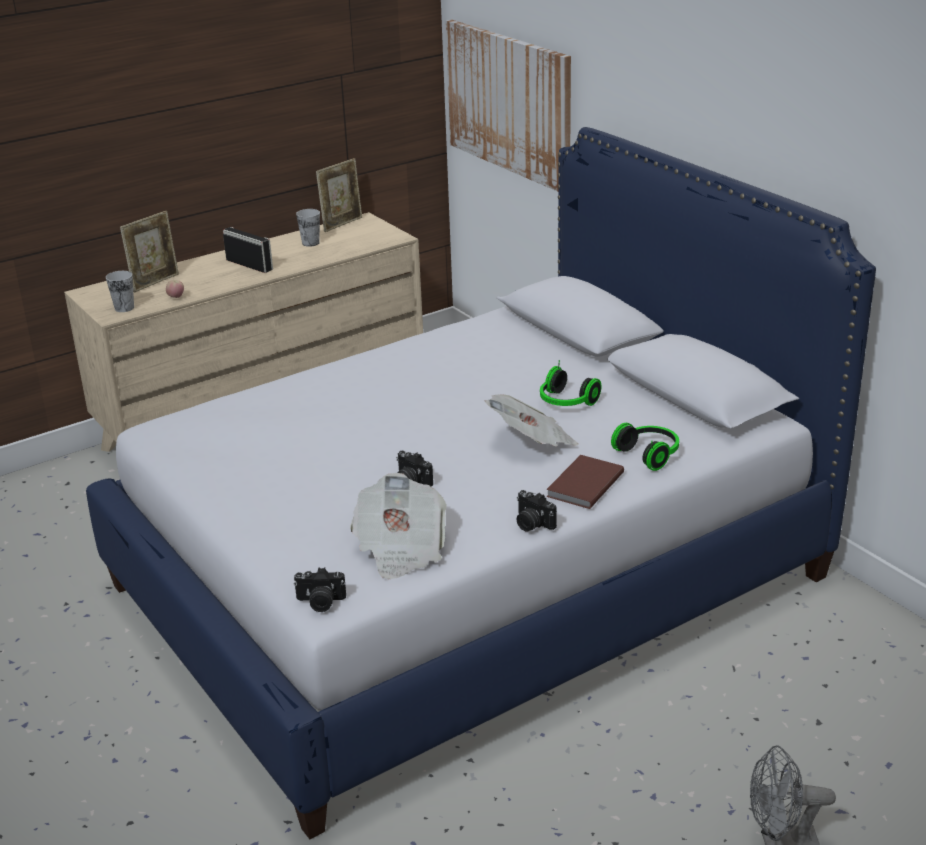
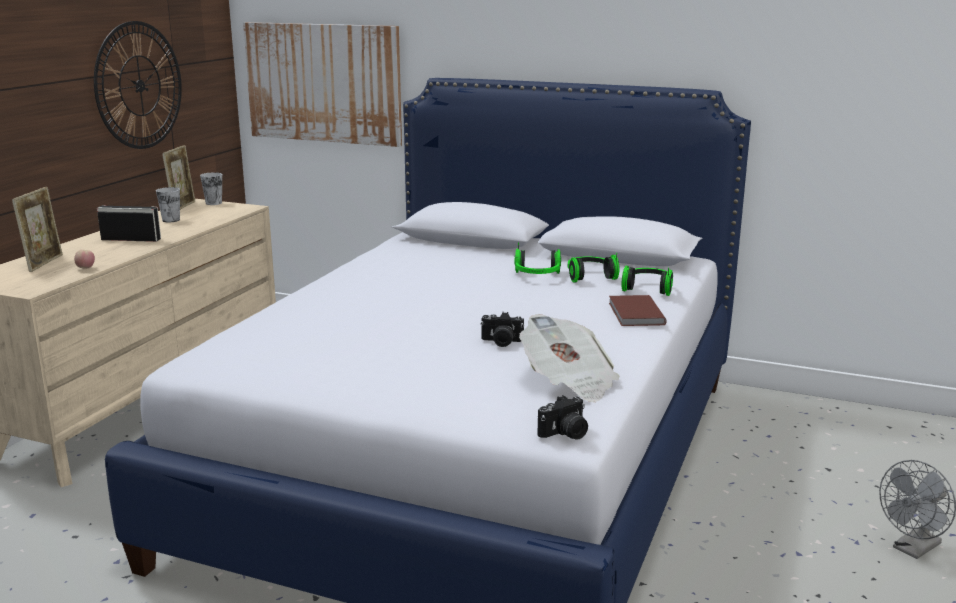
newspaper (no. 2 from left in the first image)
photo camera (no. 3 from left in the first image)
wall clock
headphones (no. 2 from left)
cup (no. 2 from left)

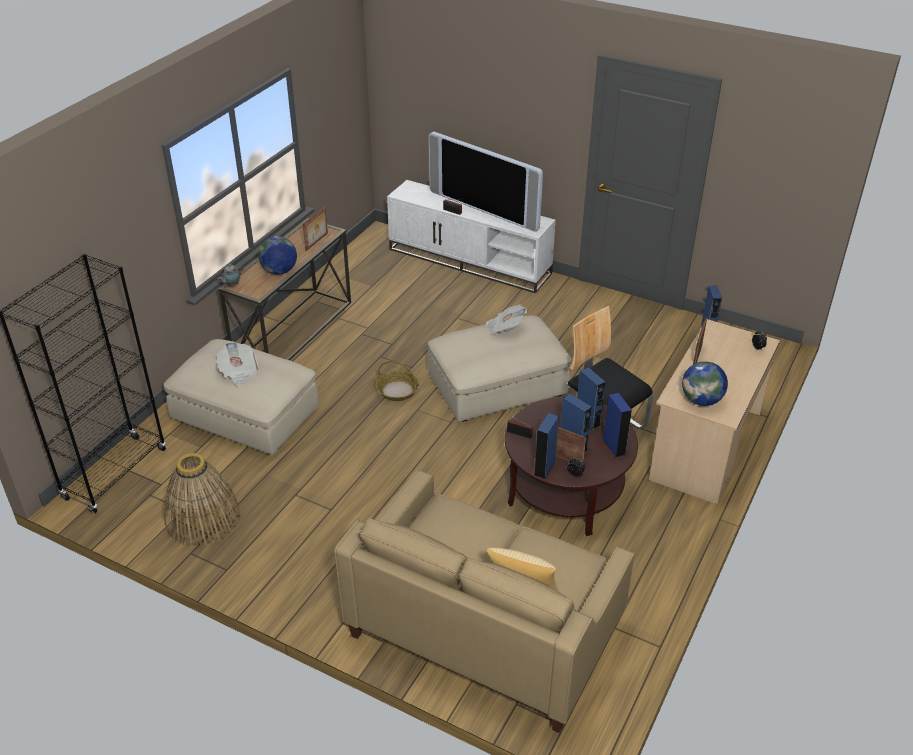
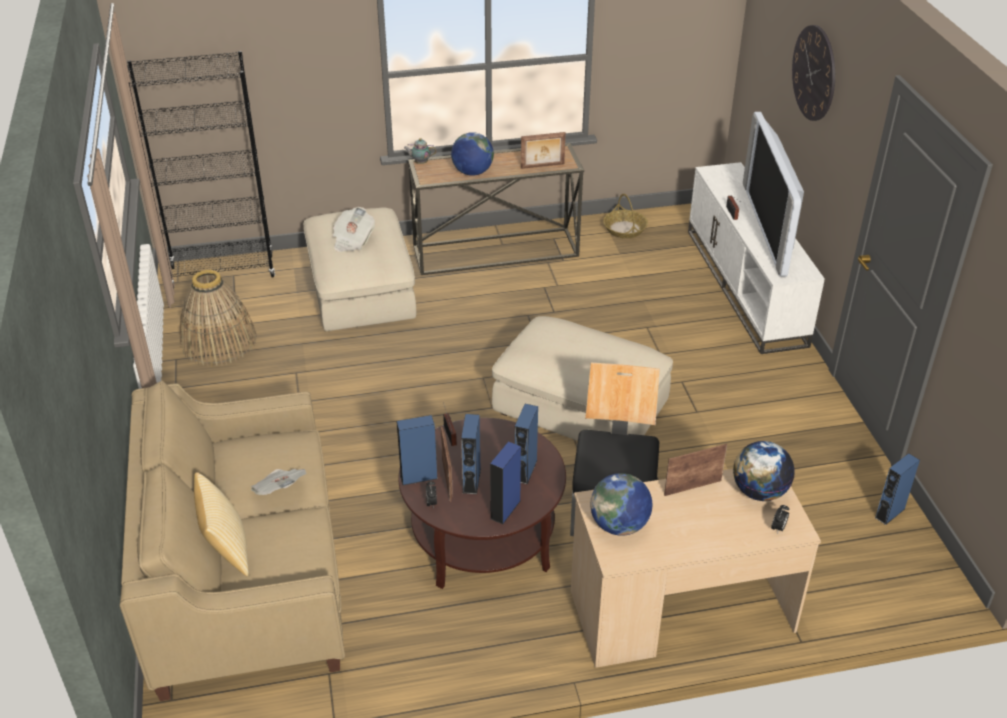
globe (no. 3 from left)
wall clock
basket (no. 2 from left)
newspaper (no. 1 from left)

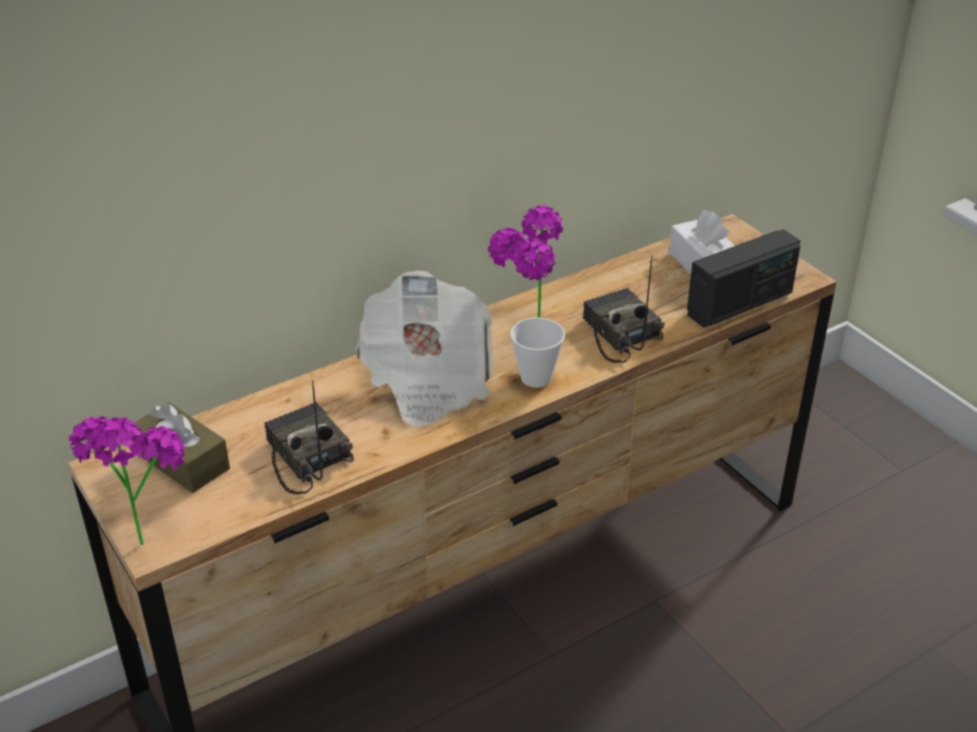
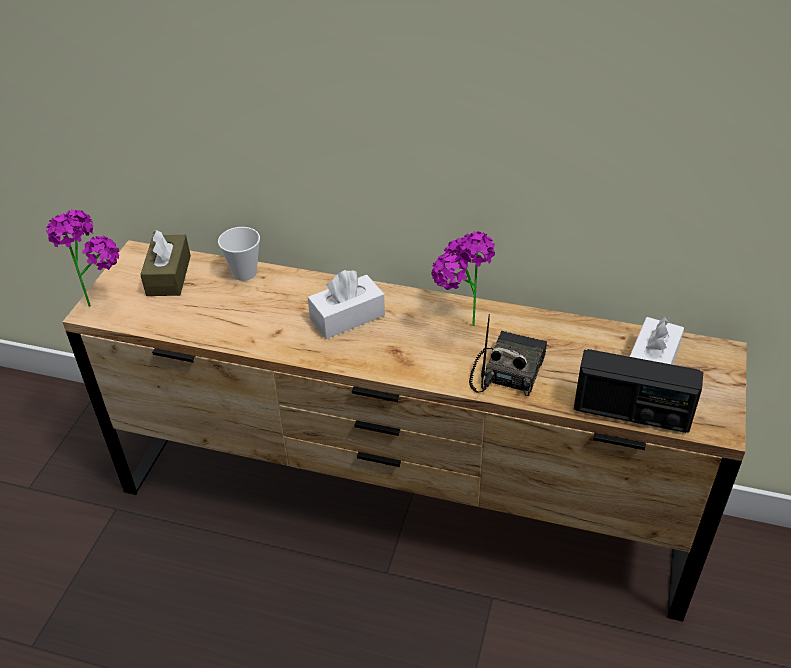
radio (no. 1 from left in the first image)
cup
tissue box/white (no. 1 from left)

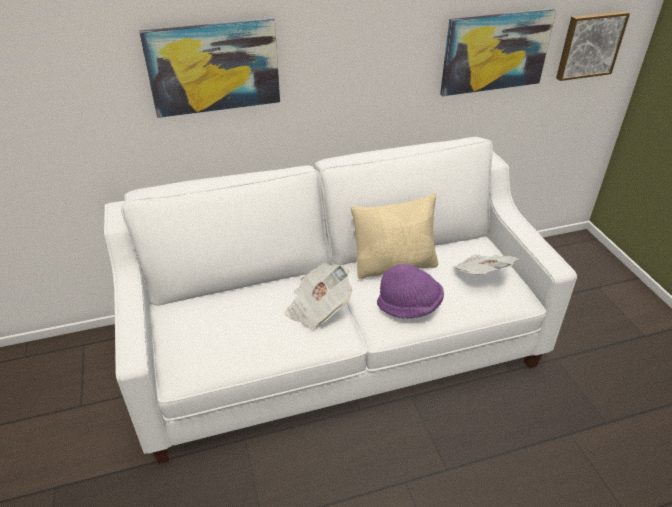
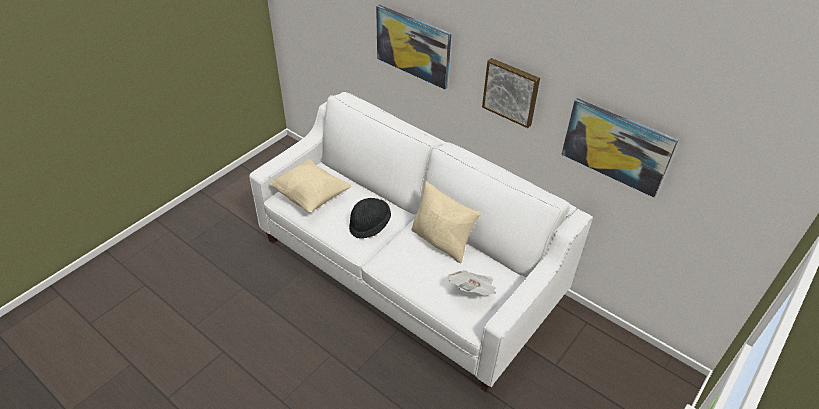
hat/purple
pillow/beige (no. 1 from left)
picture (no. 2 from left)
hat/black

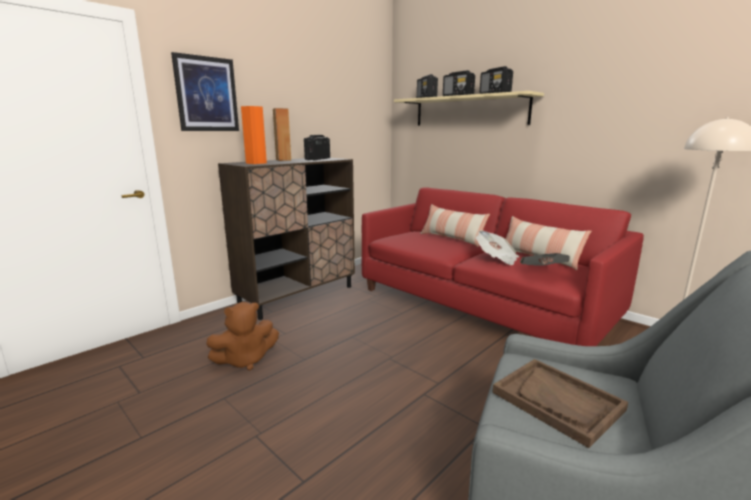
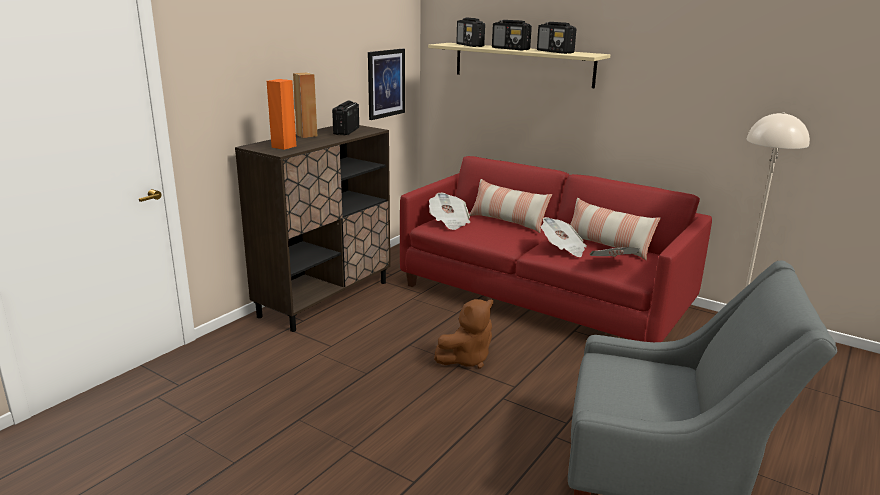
tray/brown
newspaper (no. 1 from left)
picture
plush toy/brown

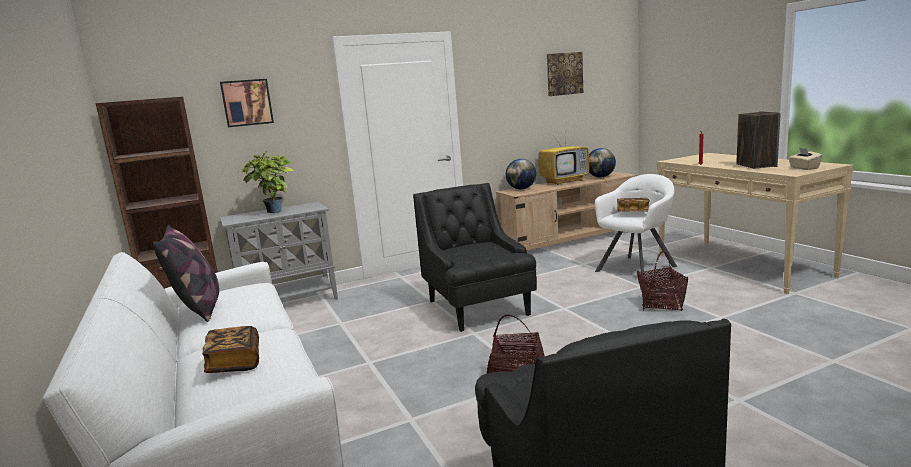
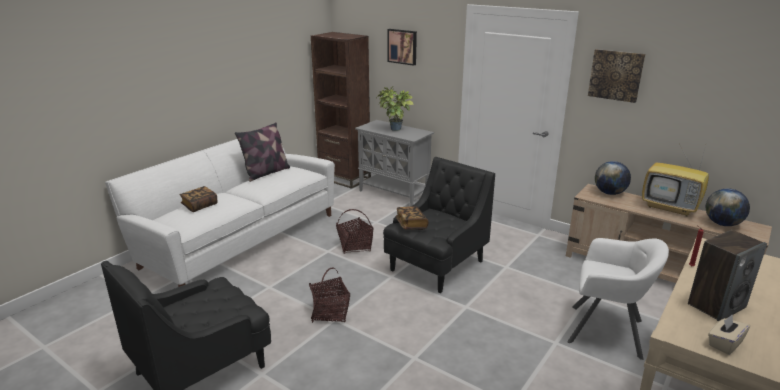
picture (no. 2 from left)
book (no. 2 from left)
basket (no. 2 from left)

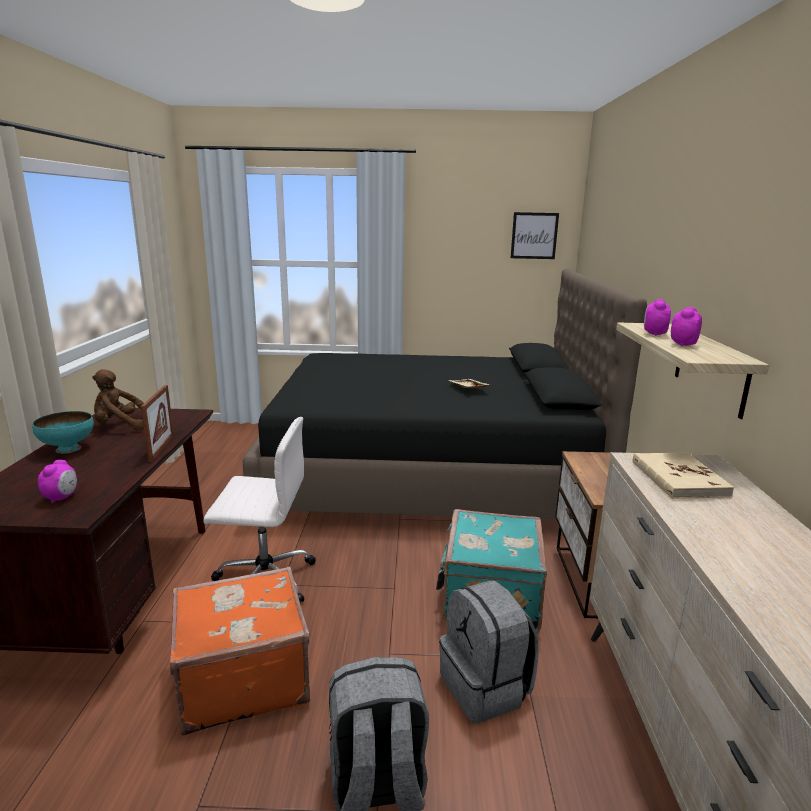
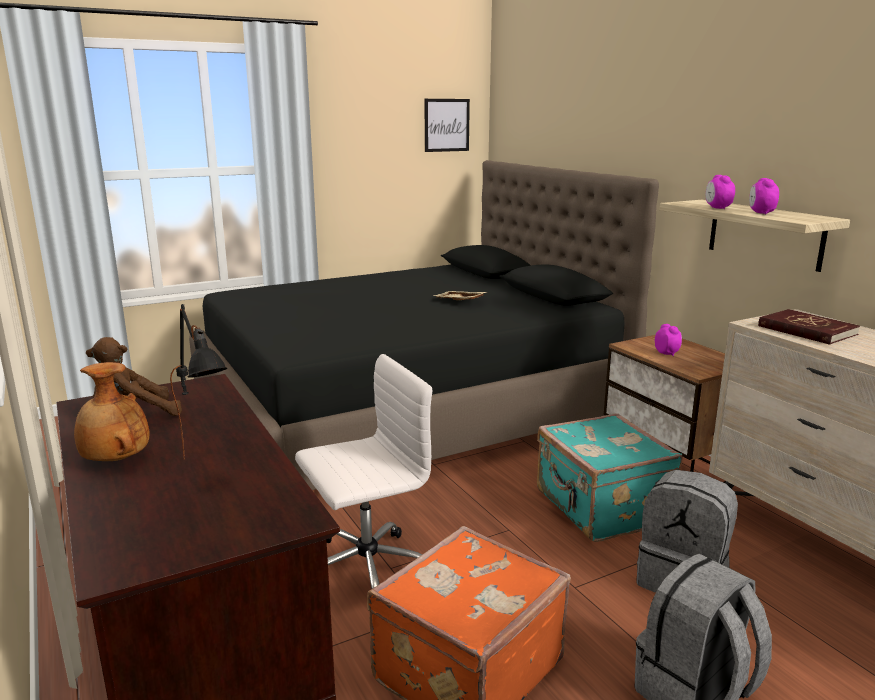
picture frame
table lamp/black
alarm clock (no. 1 from left)
vase/brown
book/red

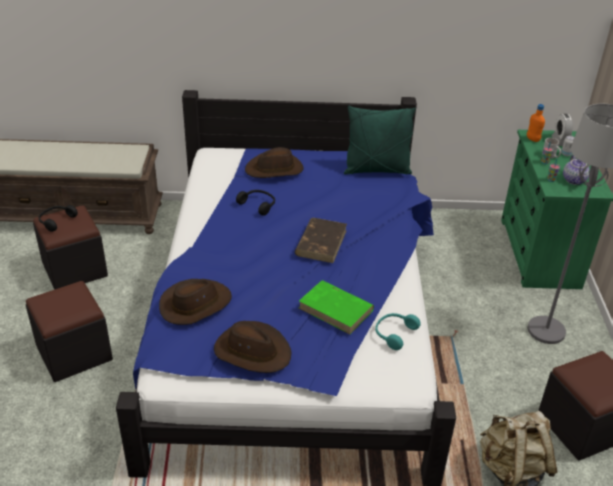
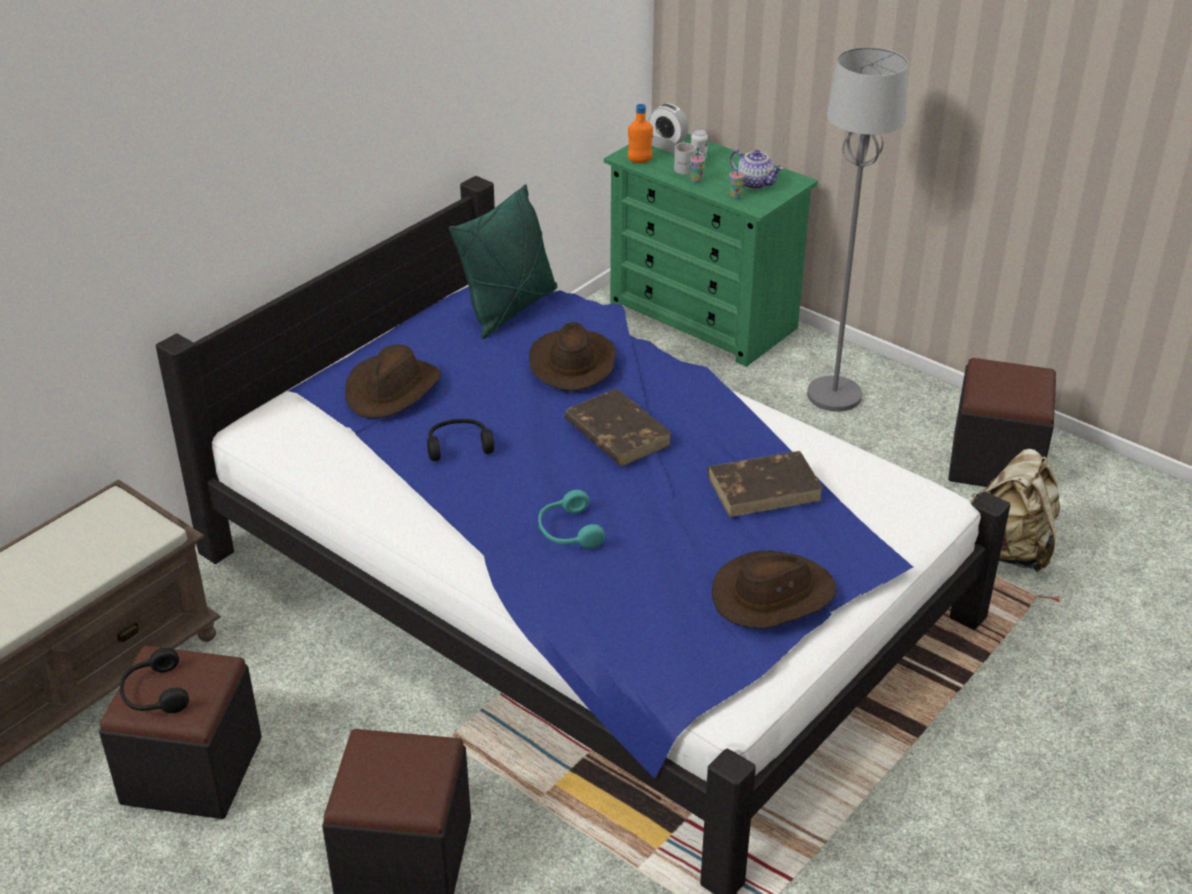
hat/brown (no. 2 from left)
headphones/turquoise
book/brown (no. 2 from left)

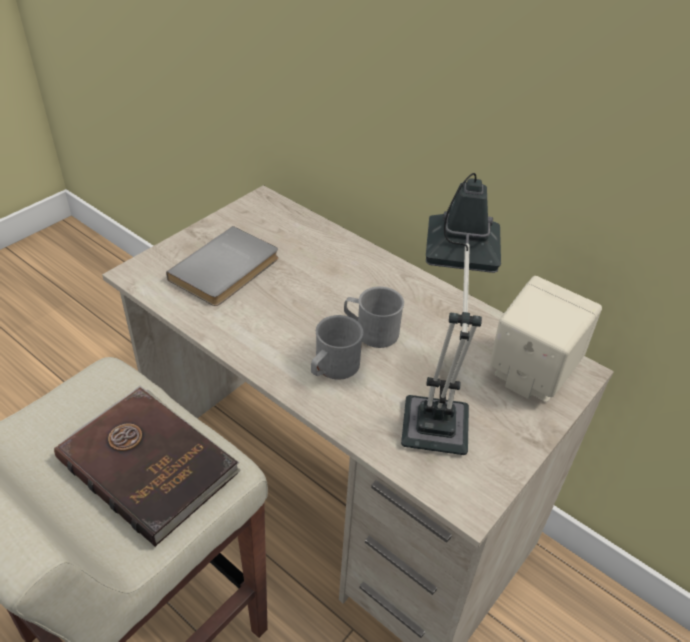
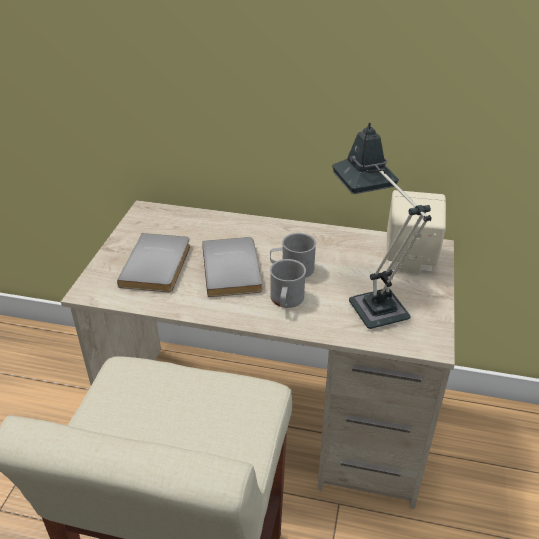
book/brown
book/grey (no. 2 from left)

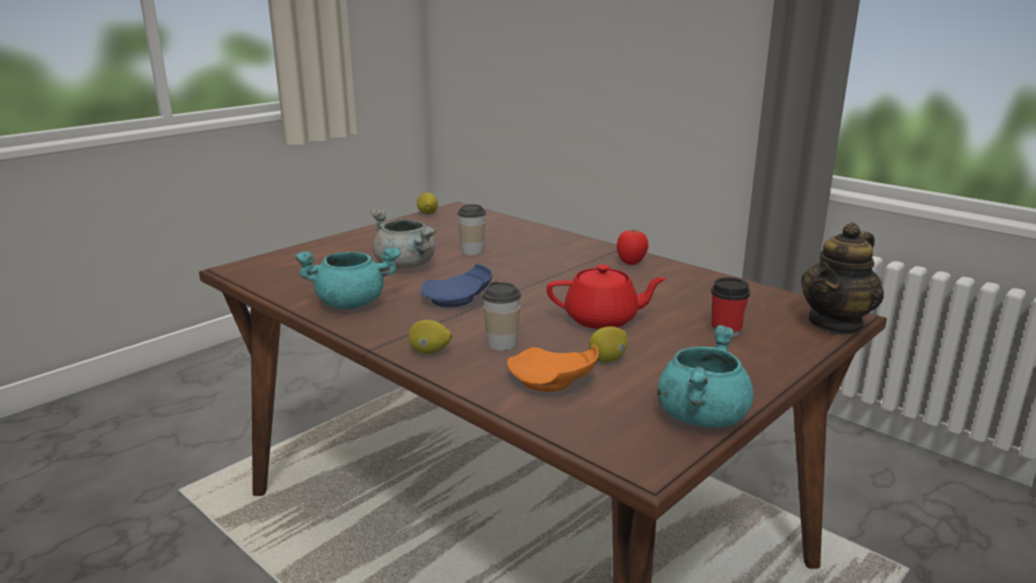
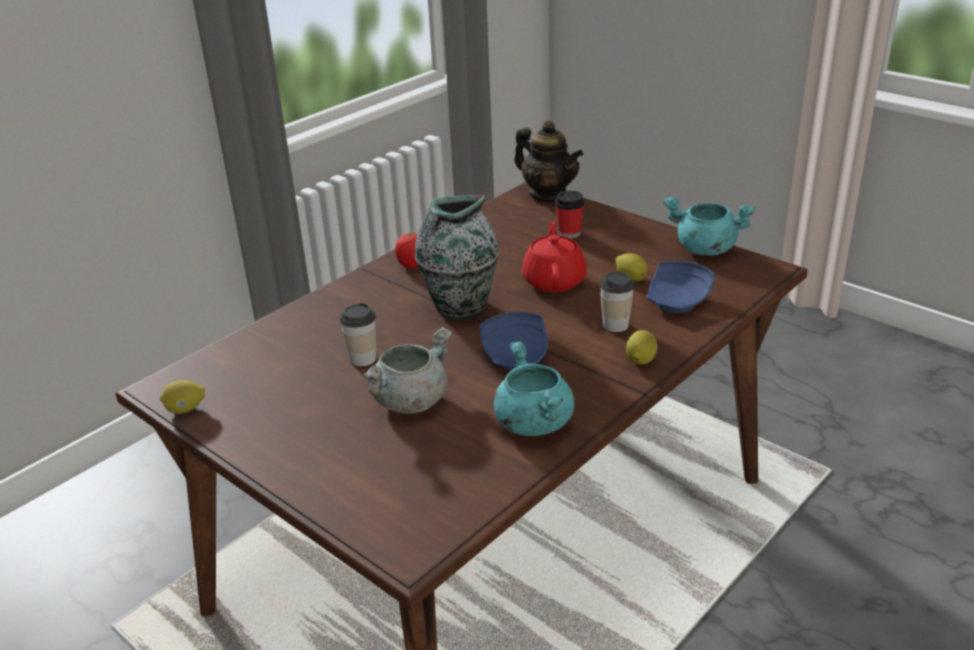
vase
plate/blue (no. 2 from left)

